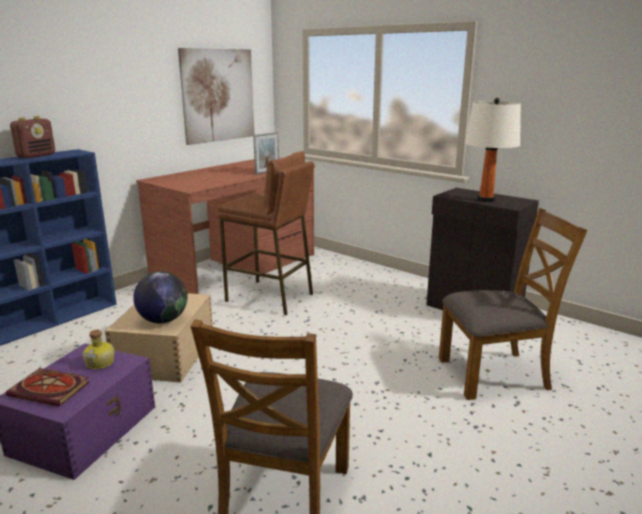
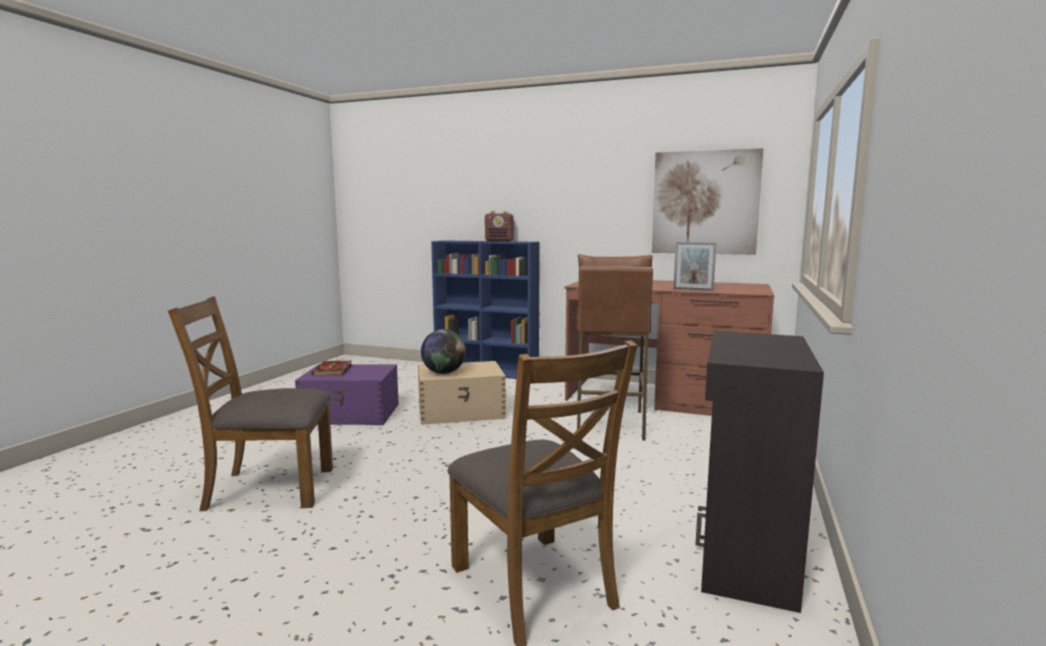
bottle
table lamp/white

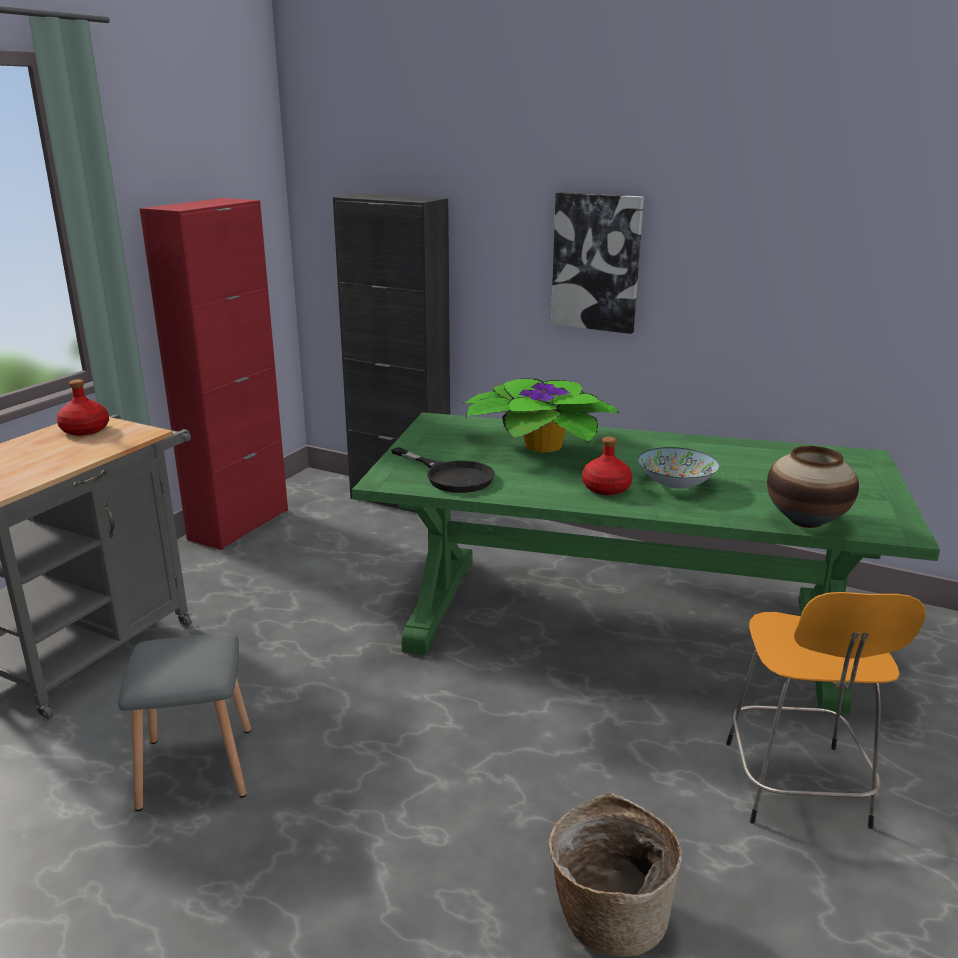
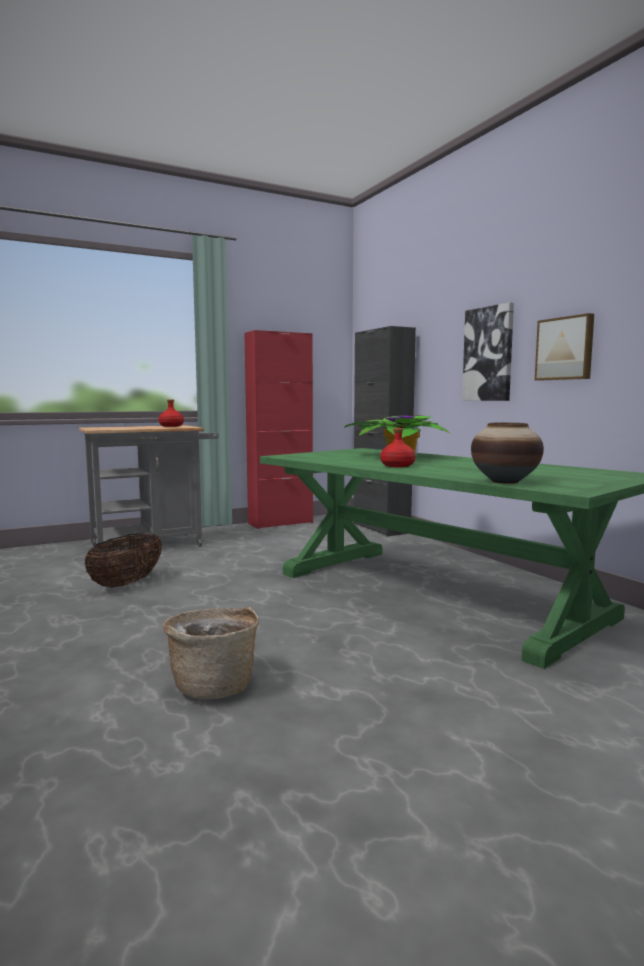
frying pan/black
bowl
stool/orange
picture (no. 2 from left)
basket (no. 1 from left)

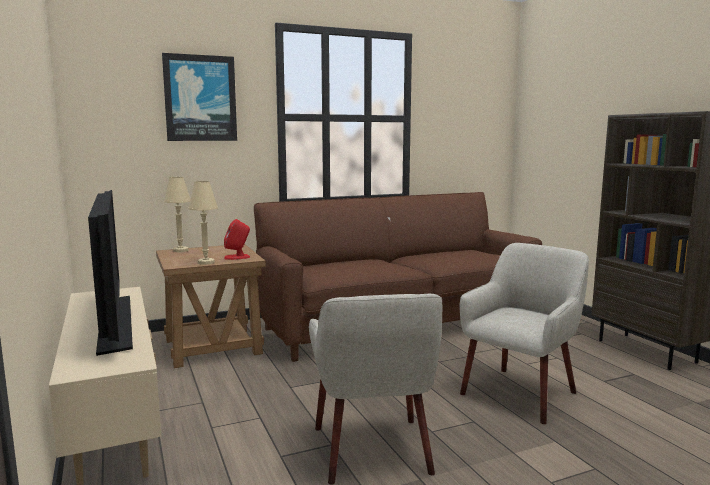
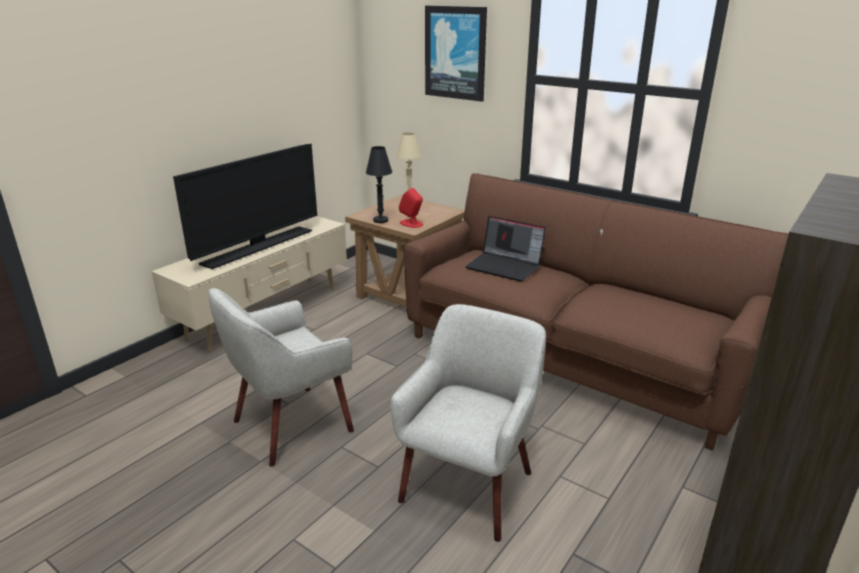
laptop
table lamp/black
armchair/beige (no. 2 from left)

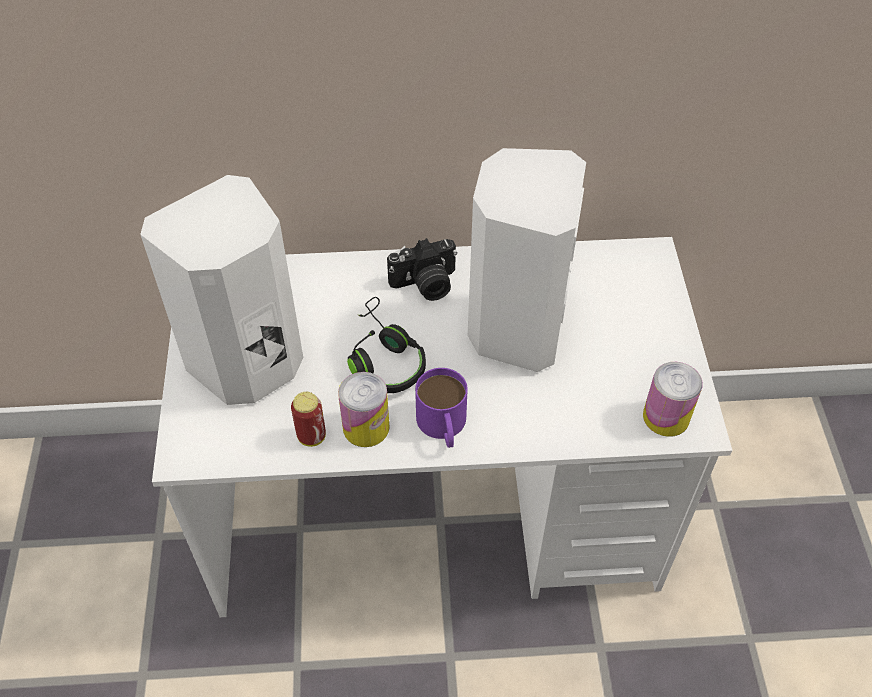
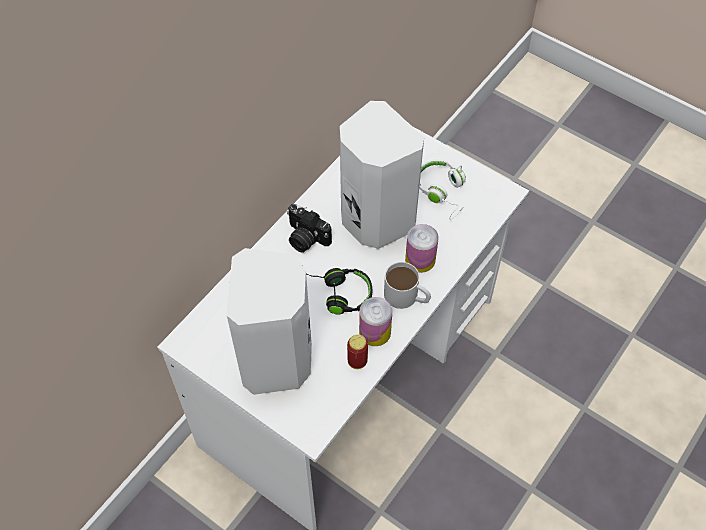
headphones/white
can (no. 3 from left)
mug/white
photo camera

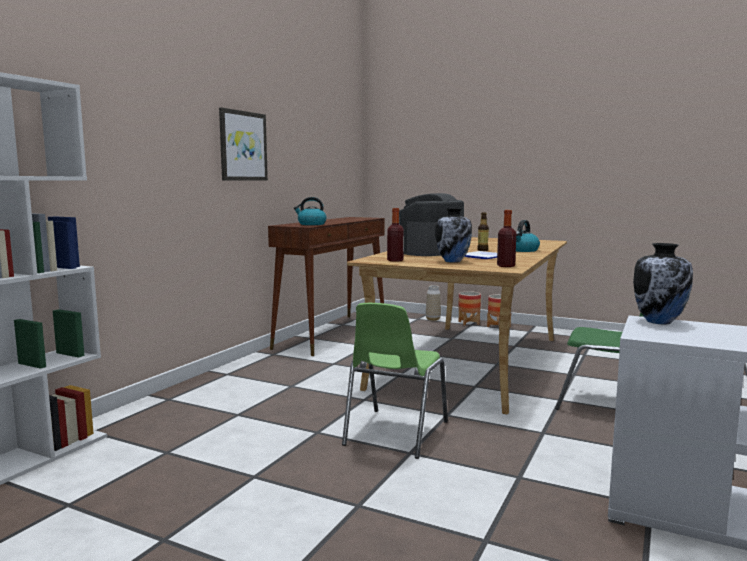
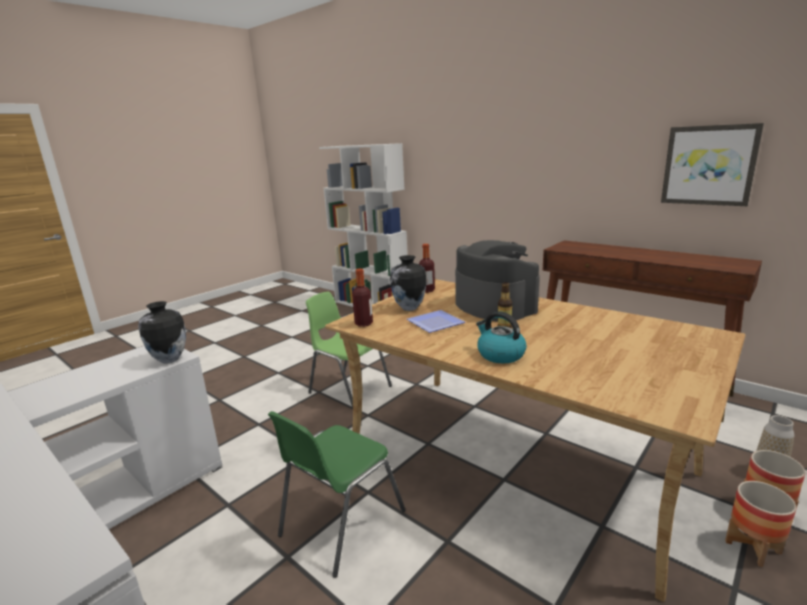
kettle (no. 1 from left in the first image)
picture

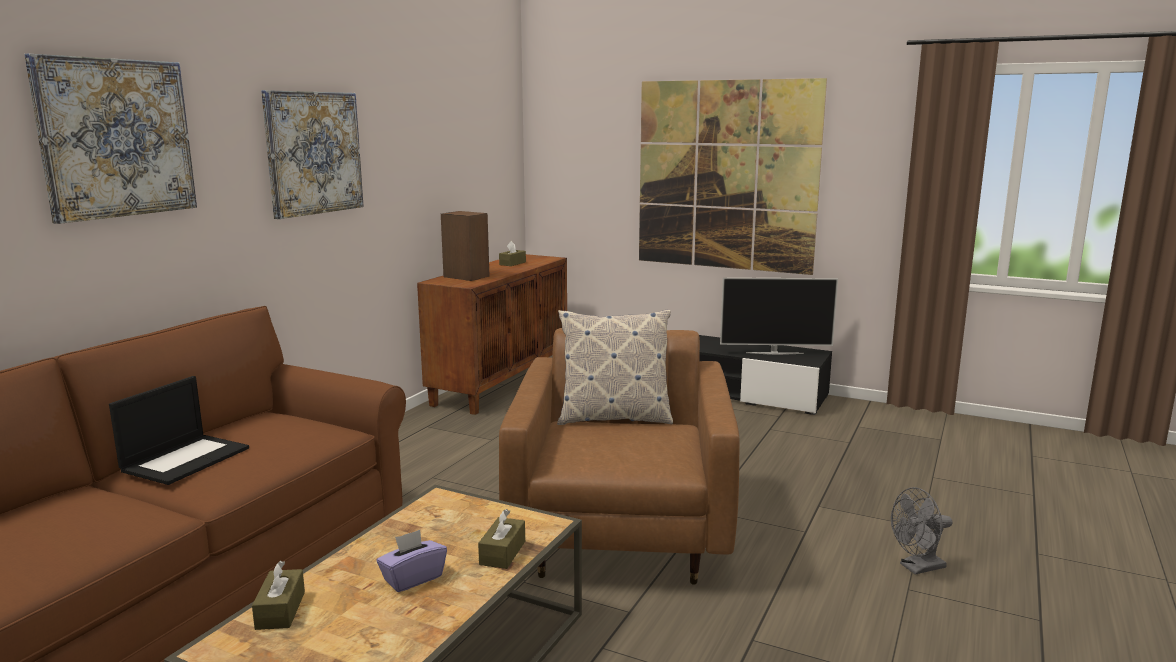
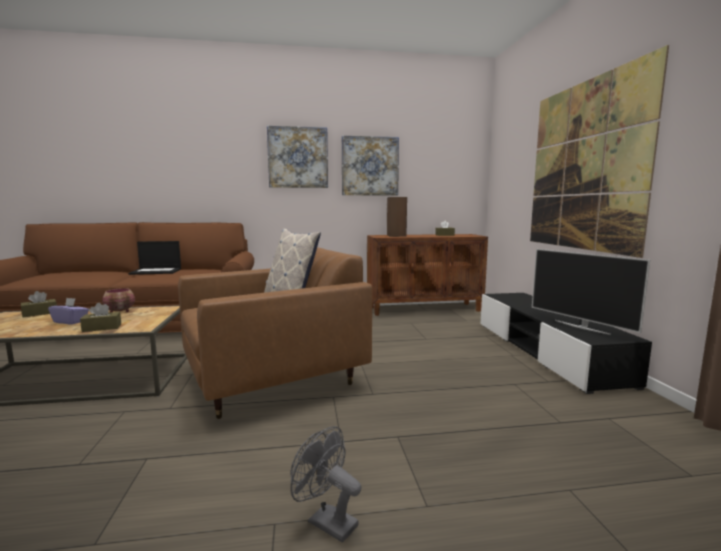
bowl
picture (no. 2 from left)

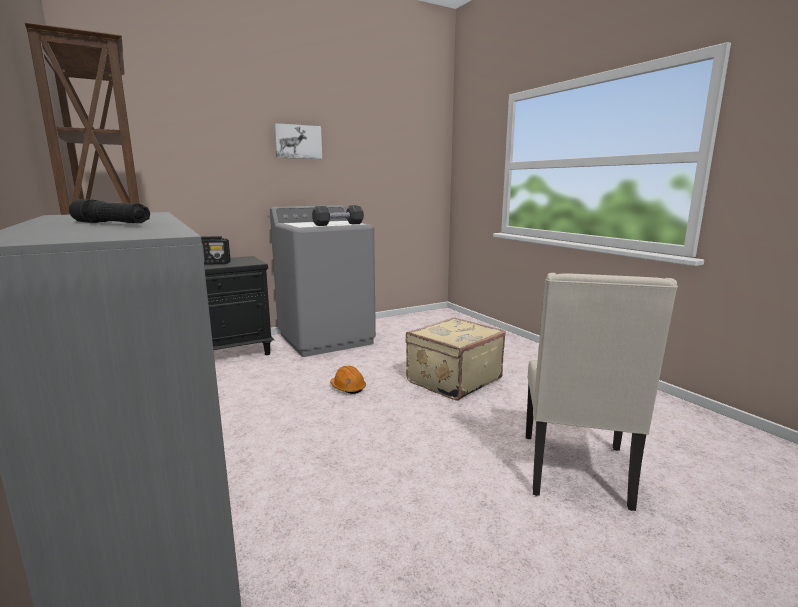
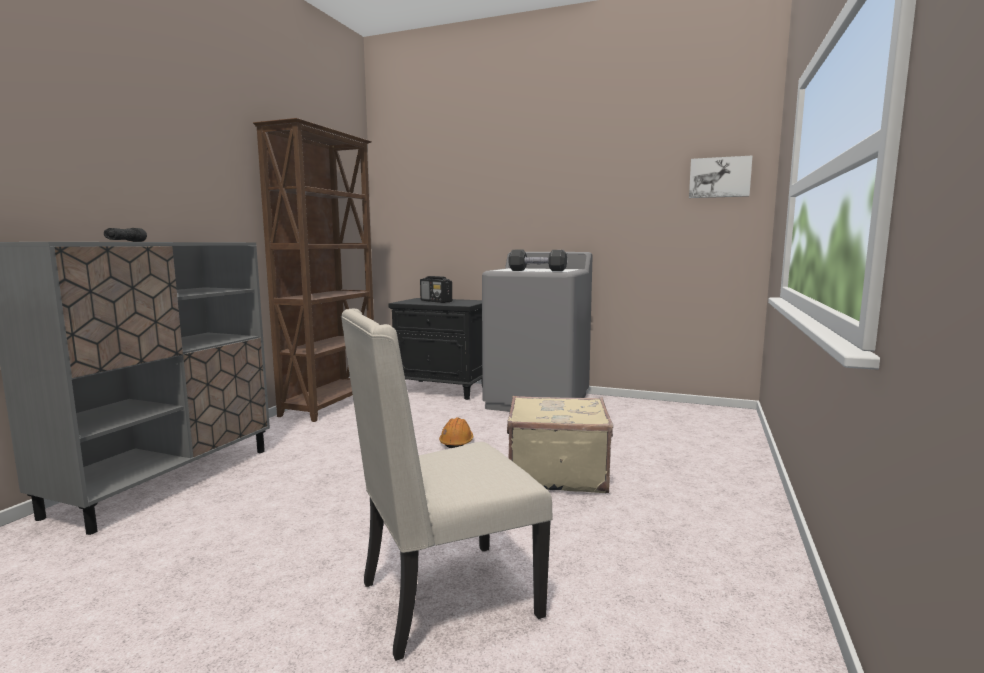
picture

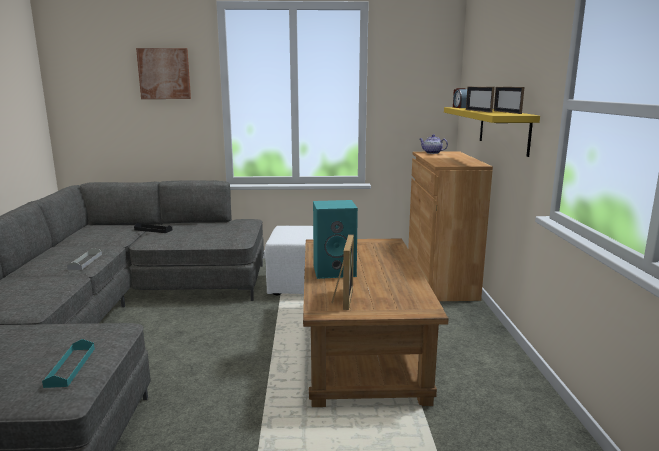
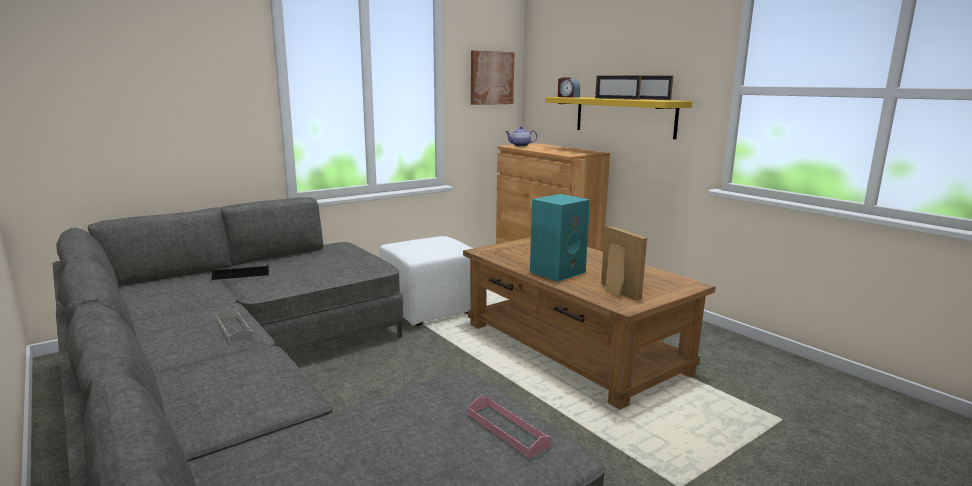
picture
tray/pink

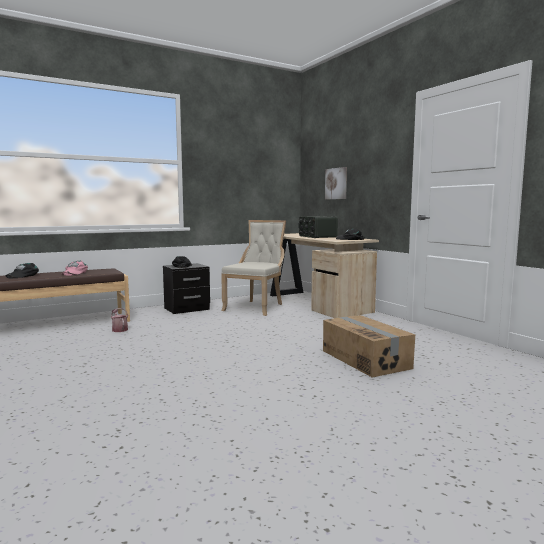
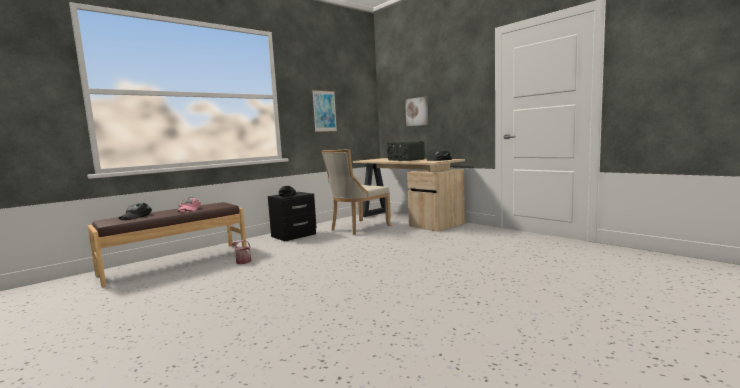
cardboard box
picture (no. 1 from left)
chair/beige

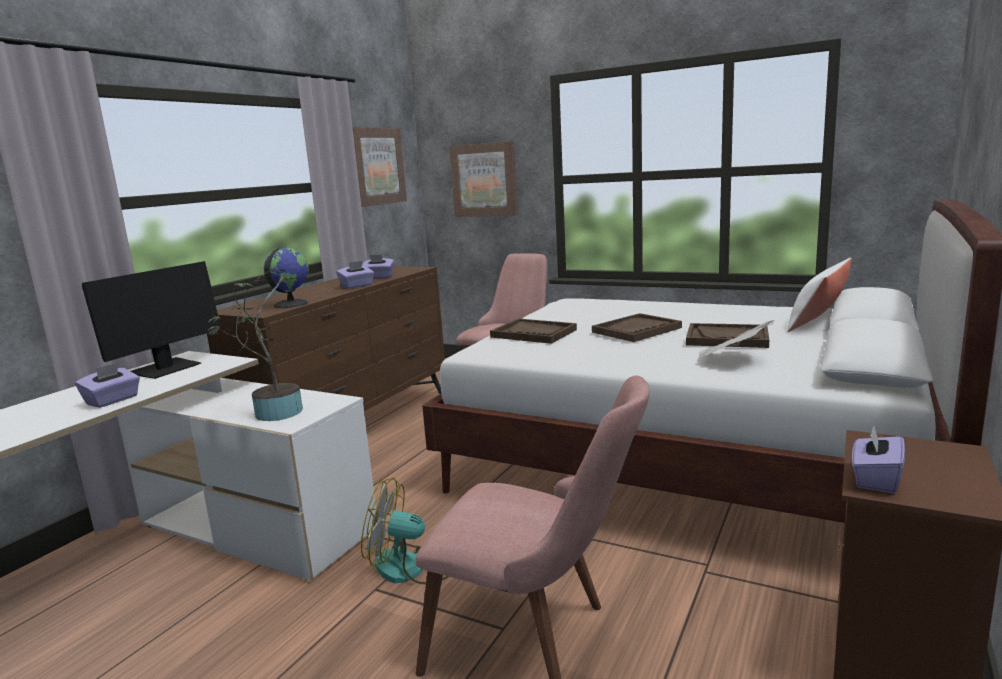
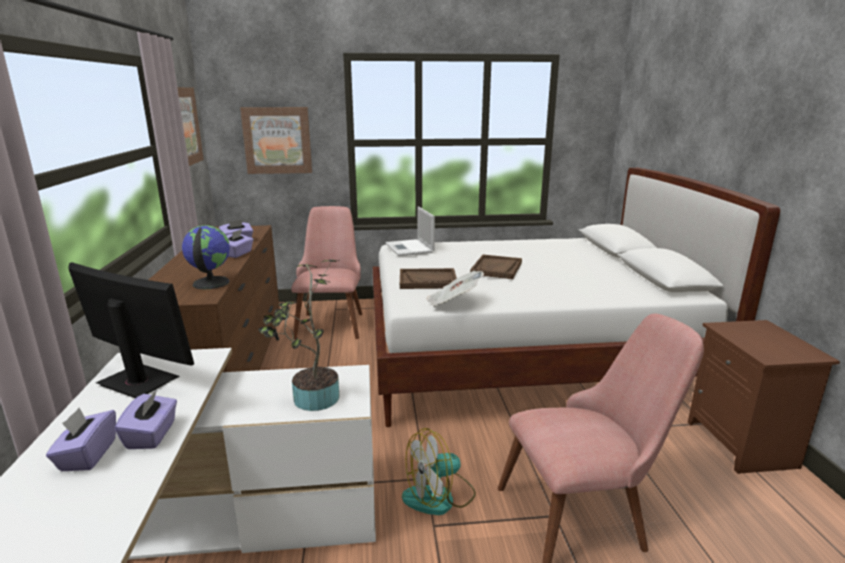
tray/brown (no. 3 from left in the first image)
pillow/white
laptop
newspaper
tissue box/purple (no. 1 from left)
monitor

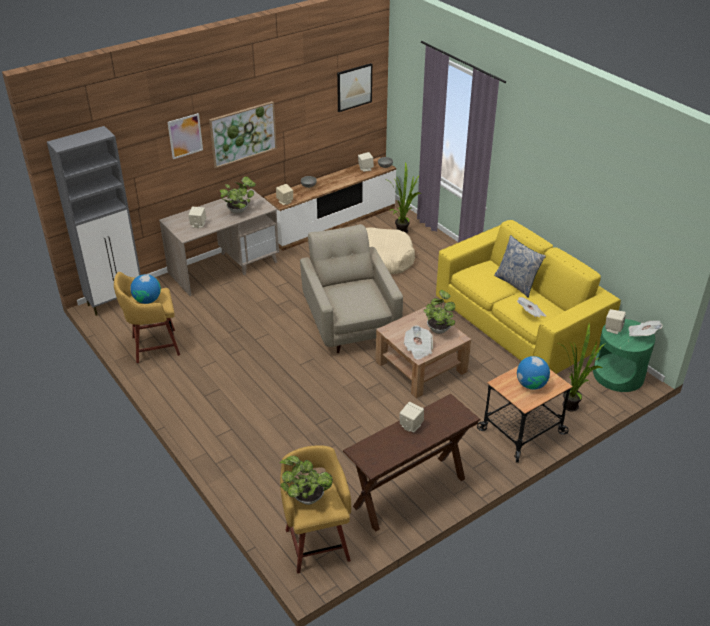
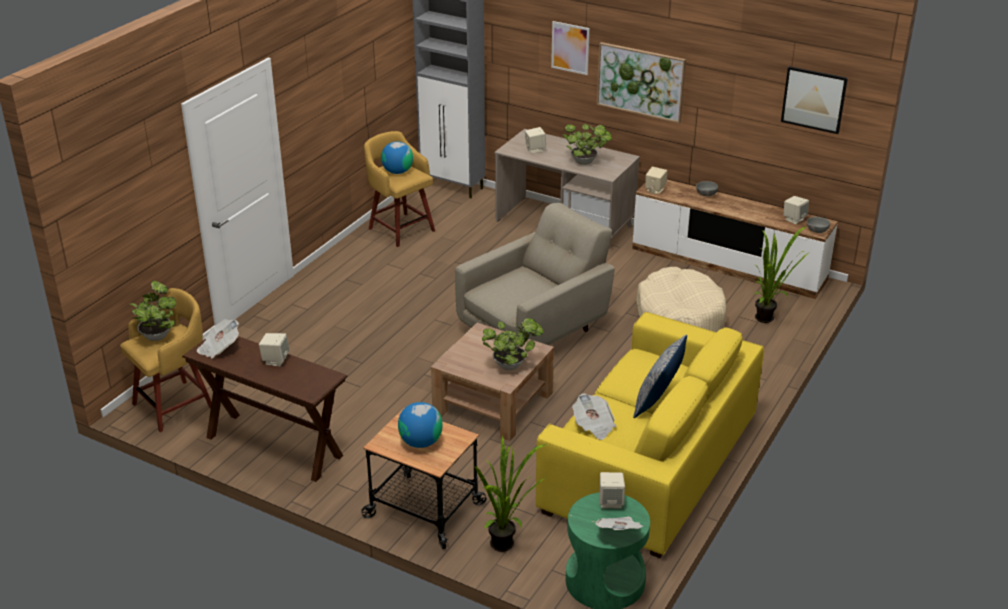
newspaper (no. 1 from left)

